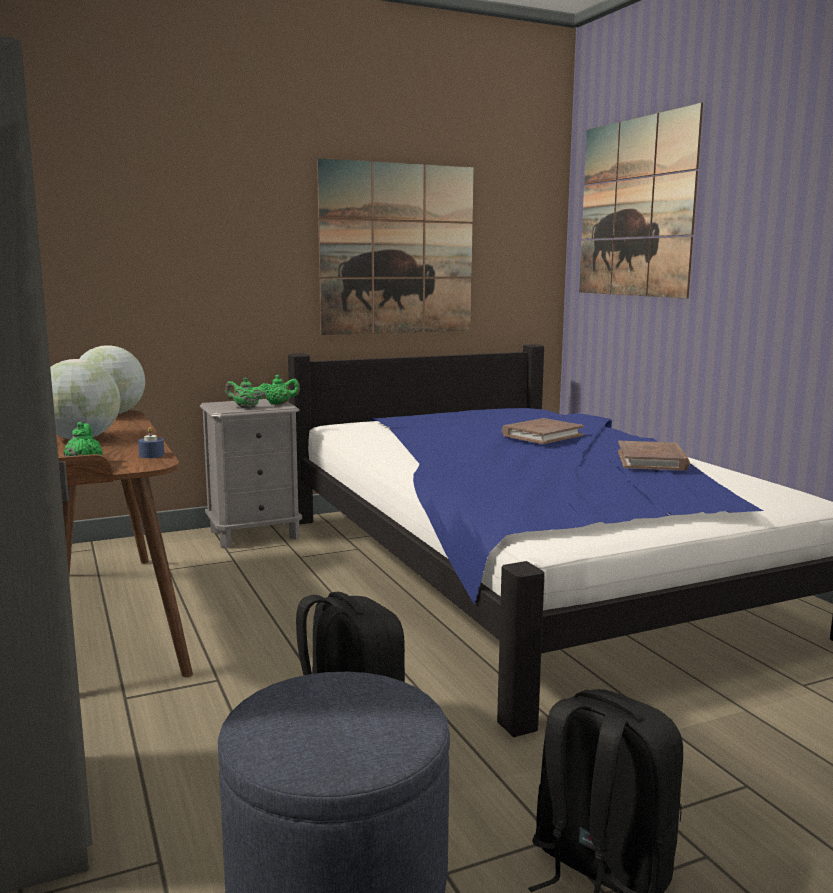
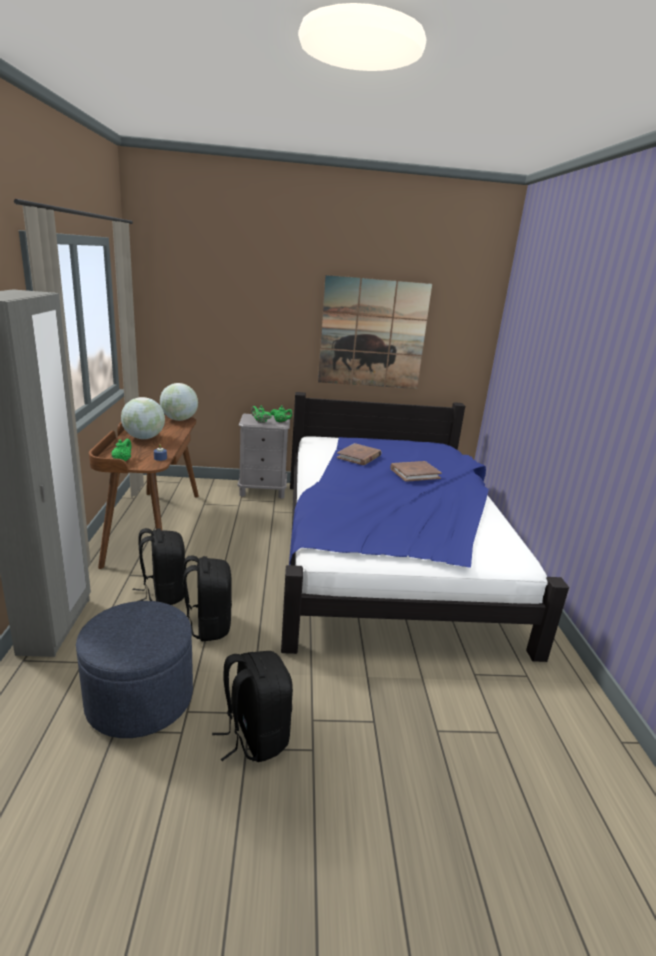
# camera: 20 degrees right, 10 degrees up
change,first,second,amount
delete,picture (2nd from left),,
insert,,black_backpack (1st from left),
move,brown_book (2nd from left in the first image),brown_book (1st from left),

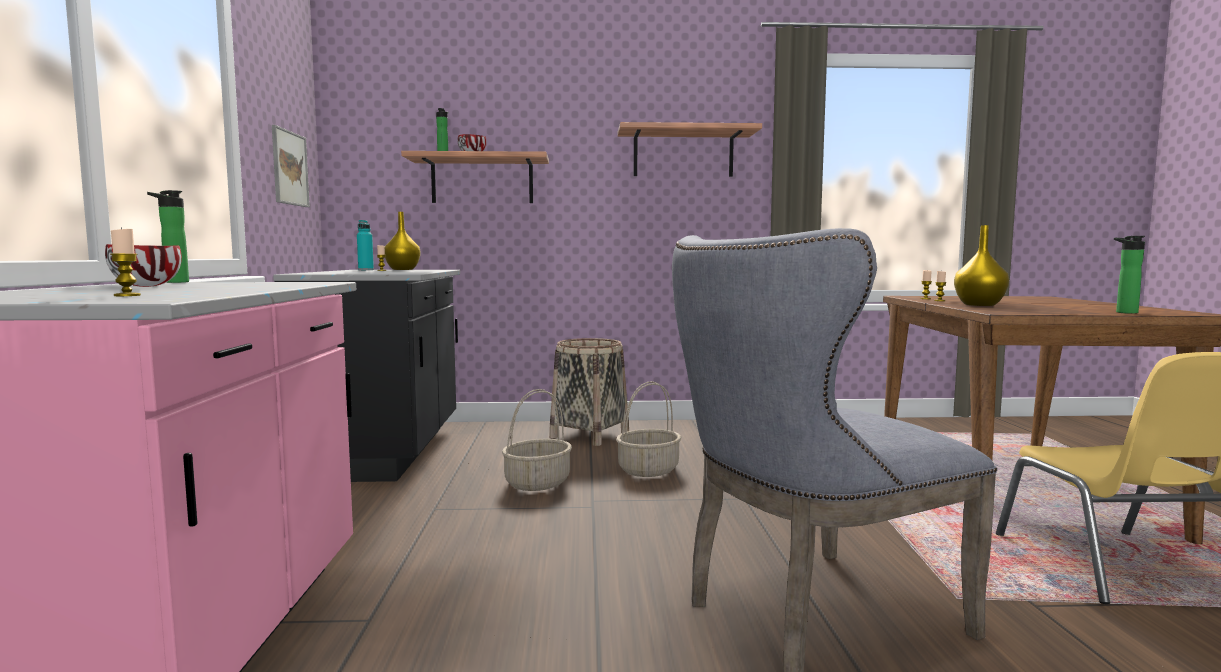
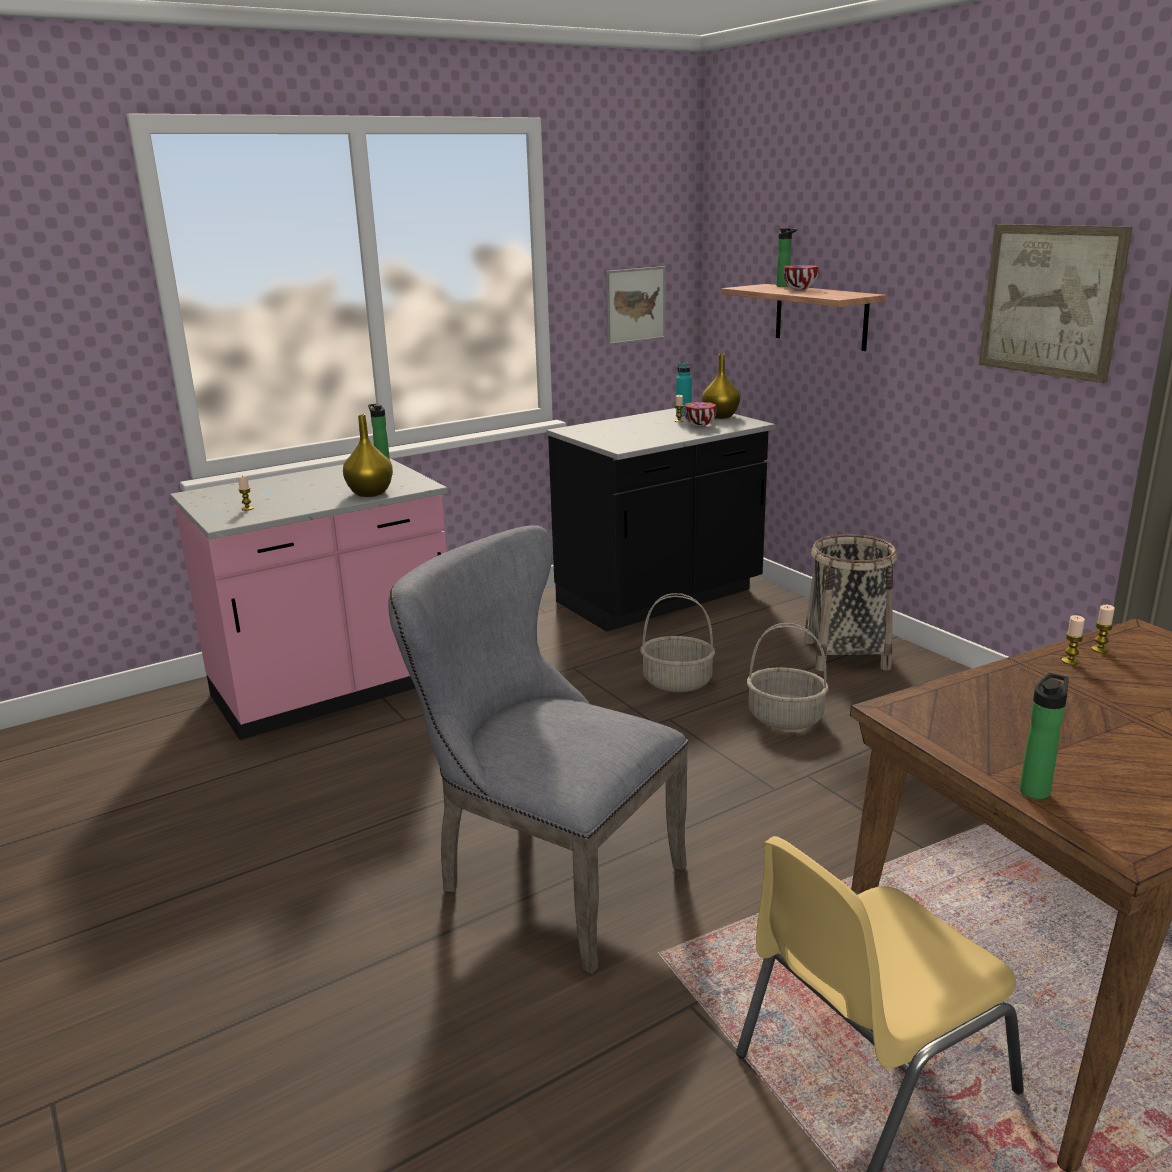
# camera: 60 degrees right, 15 degrees up
change,first,second,amount
move,bowl (1st from left),,
move,yellow_vase (2nd from left in the first image),yellow_vase (1st from left),
replace,shelf (2nd from left),picture (2nd from left),

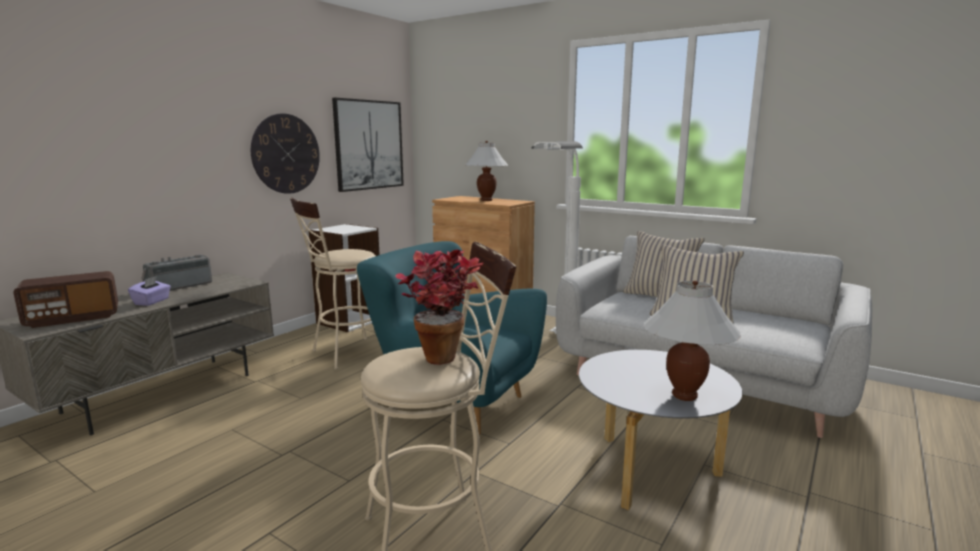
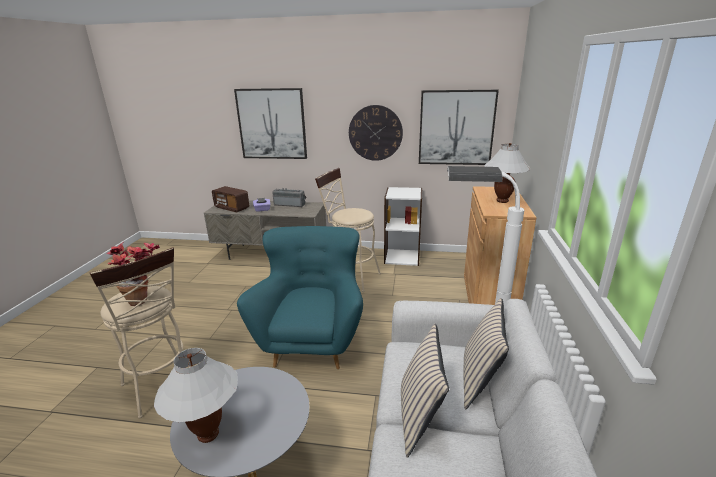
# camera: 65 degrees right, 10 degrees up
change,first,second,amount
insert,,picture (1st from left),

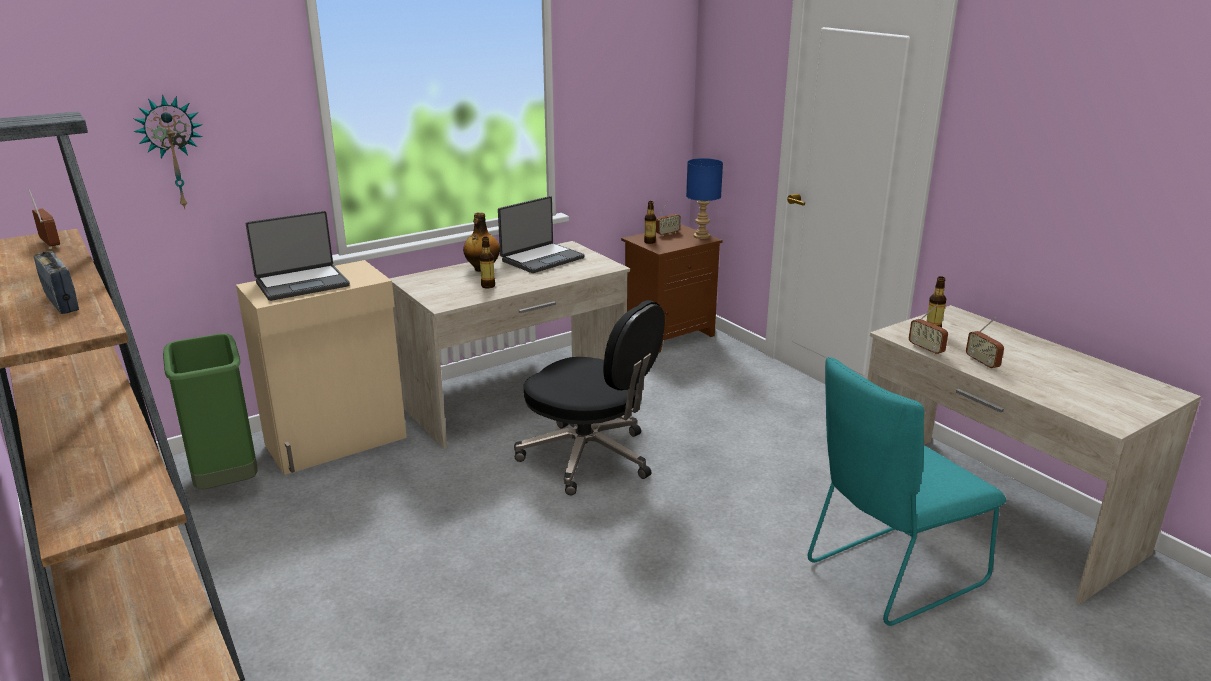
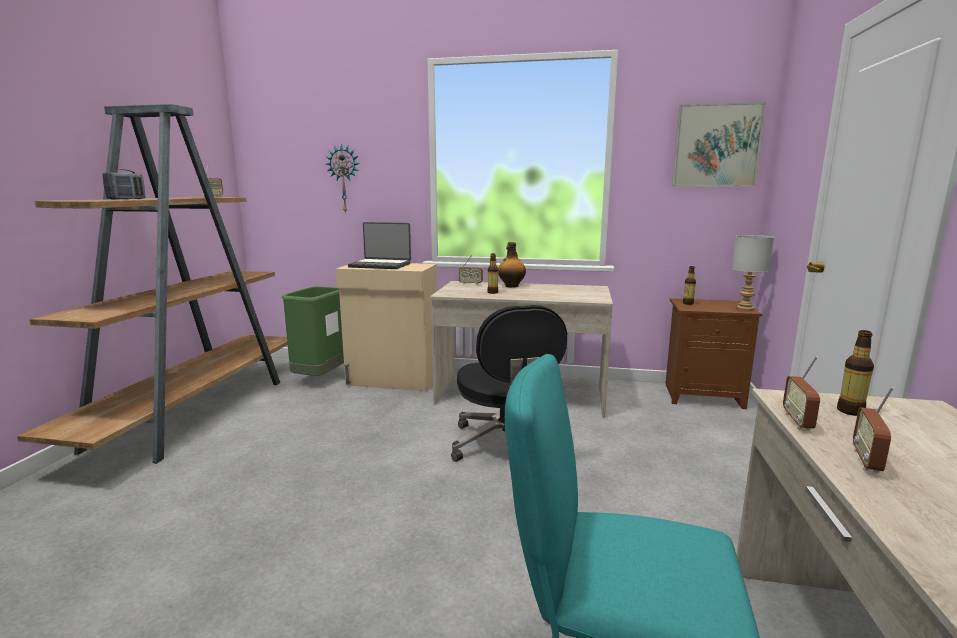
# camera: 45 degrees right, 10 degrees down
change,first,second,amount
delete,laptop (2nd from left),,
insert,,picture,
move,radio (3rd from left),,
recolor,blue_table_lamp,grey_table_lamp,

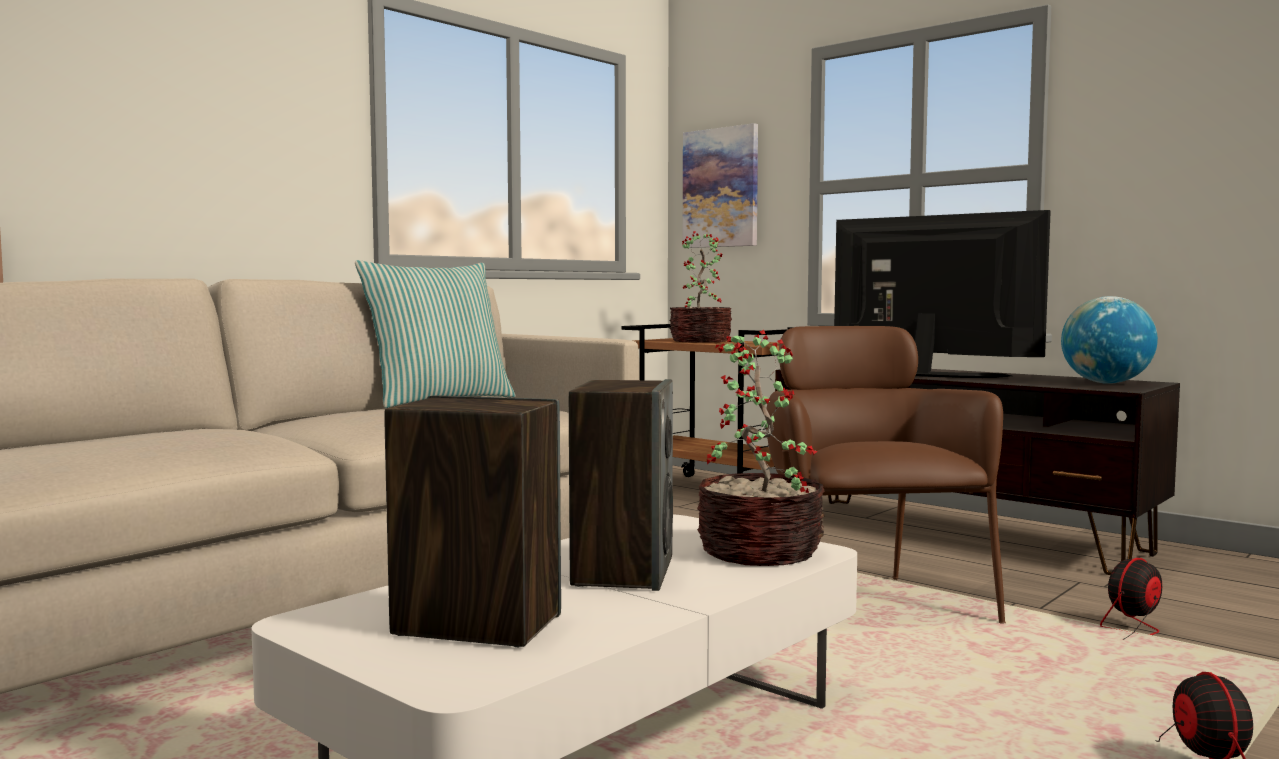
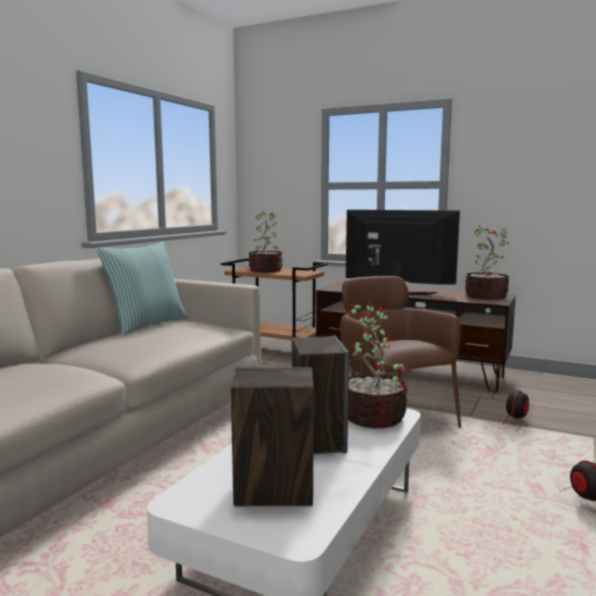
# camera: 15 degrees left, 5 degrees up
change,first,second,amount
delete,picture,,
replace,globe,potted_plant (3rd from left),

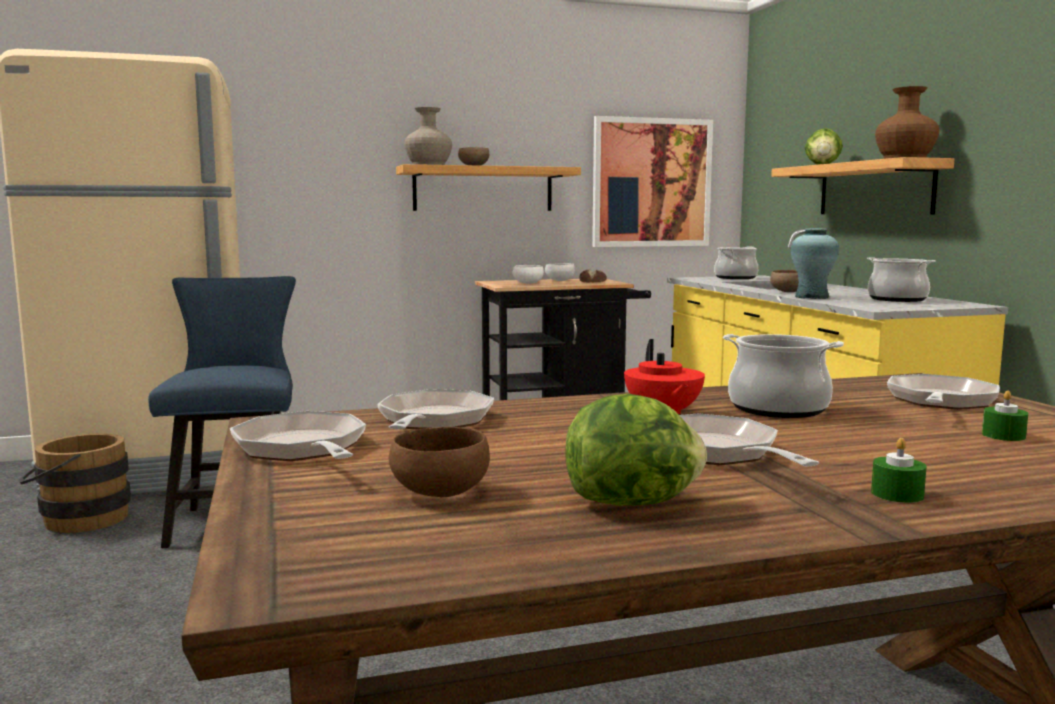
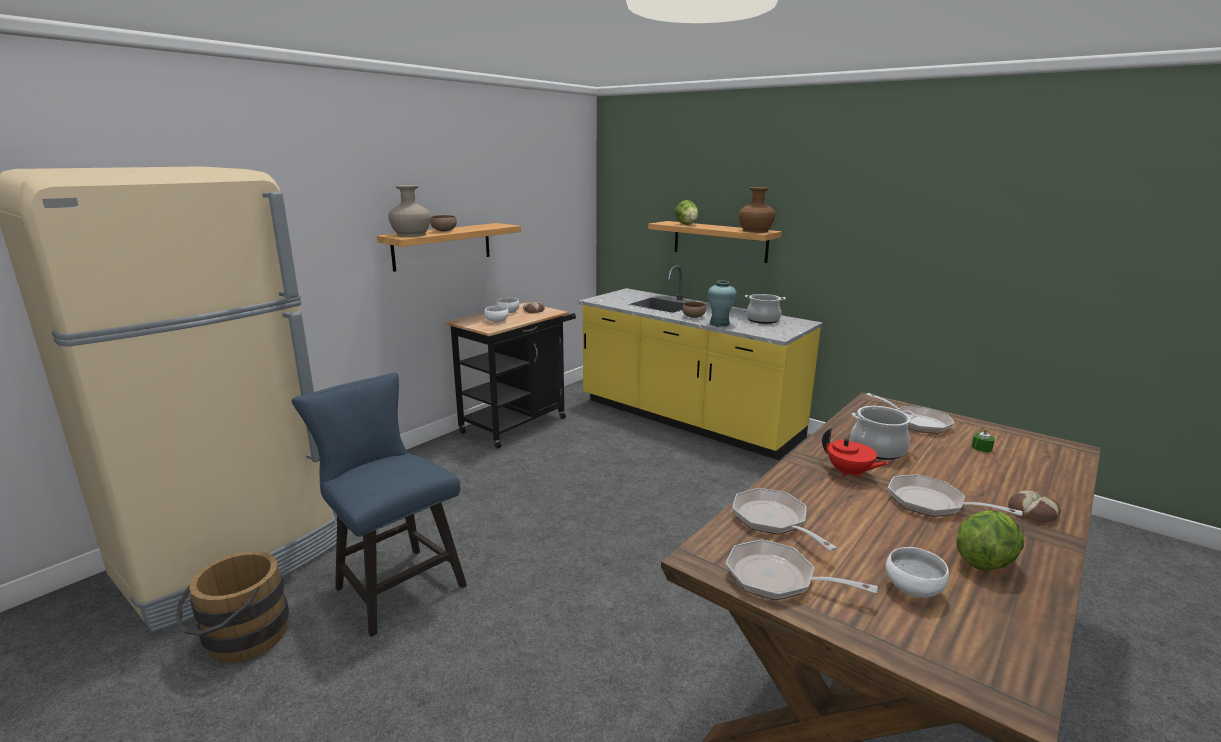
# camera: 35 degrees left, 10 degrees up
change,first,second,amount
delete,picture,,
delete,cooking_pot (1st from left),,
replace,green_candle (1st from left),bread (2nd from left),
recolor,brown_bowl (1st from left),white_bowl (3rd from left),
rotate,frying_pan (4th from left in the first image),frying_pan (3rd from left),150 degrees clockwise

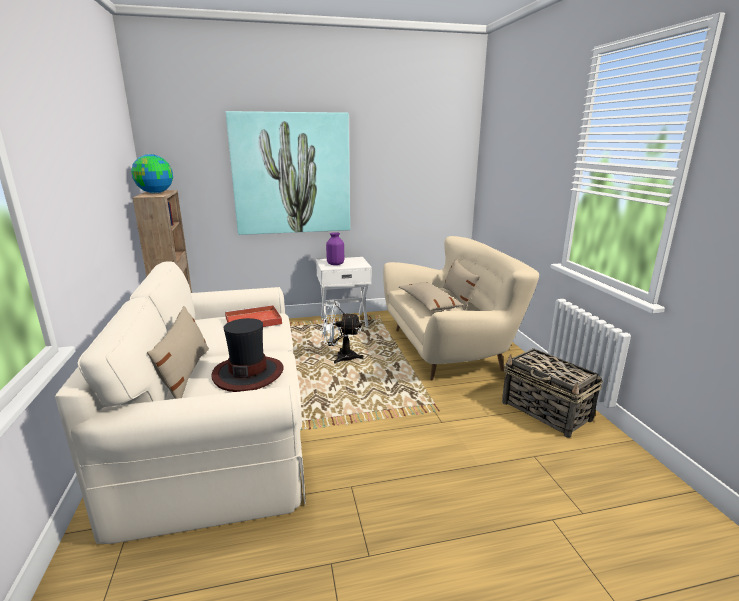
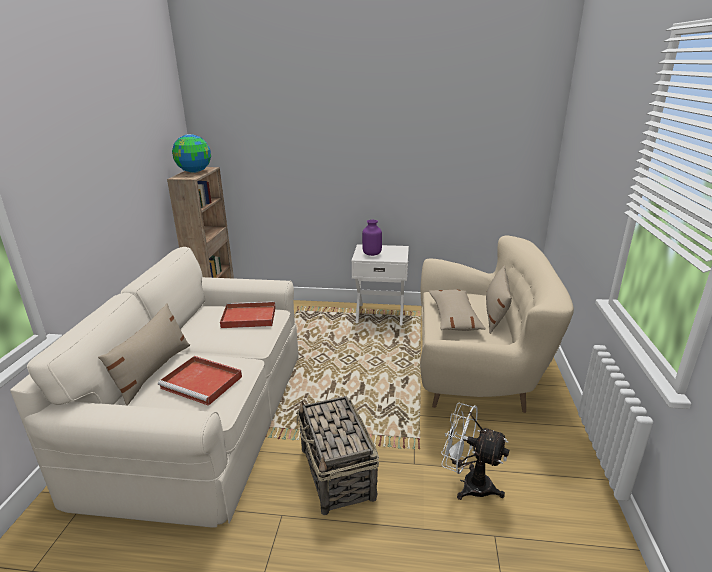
# camera: 20 degrees right, 5 degrees up
change,first,second,amount
delete,picture,,
move,white_fan,,
move,basket,,
replace,hat,red_tray (1st from left),

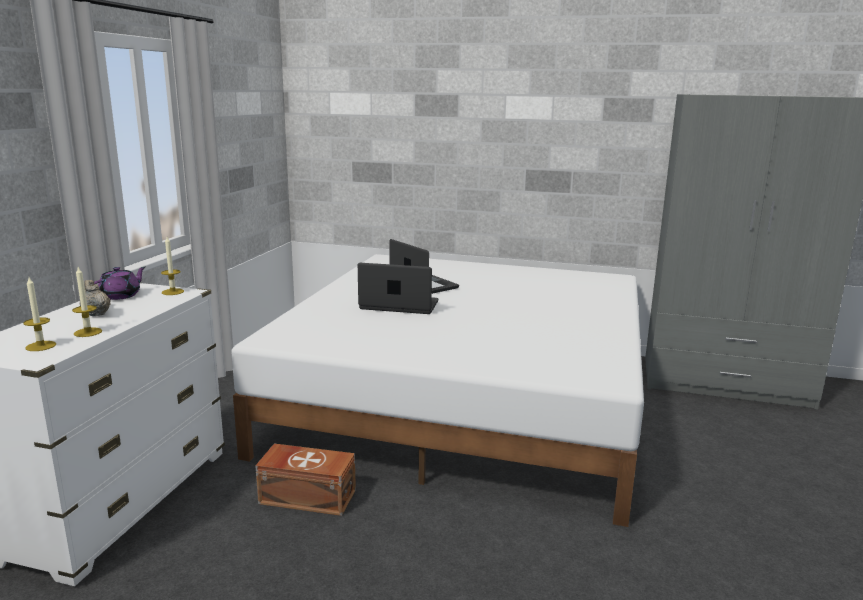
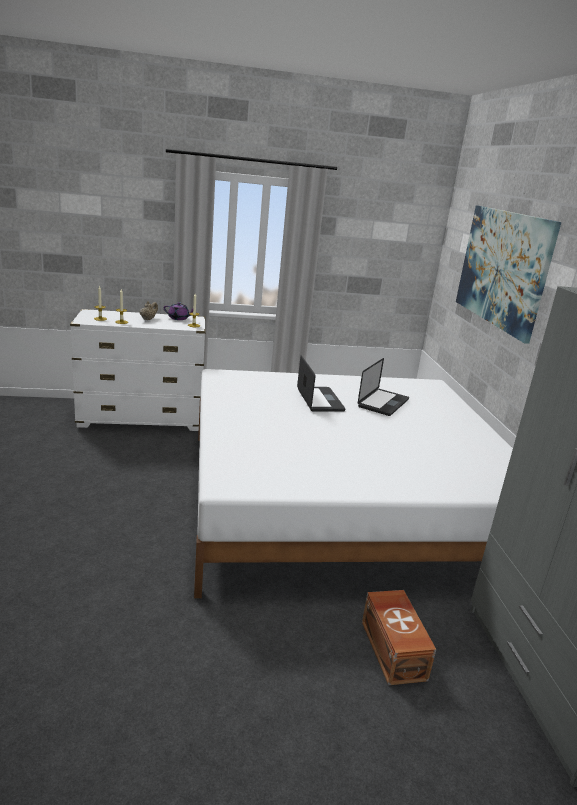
# camera: 65 degrees right, 5 degrees up
change,first,second,amount
insert,,picture,
move,brown_storage_box,,

